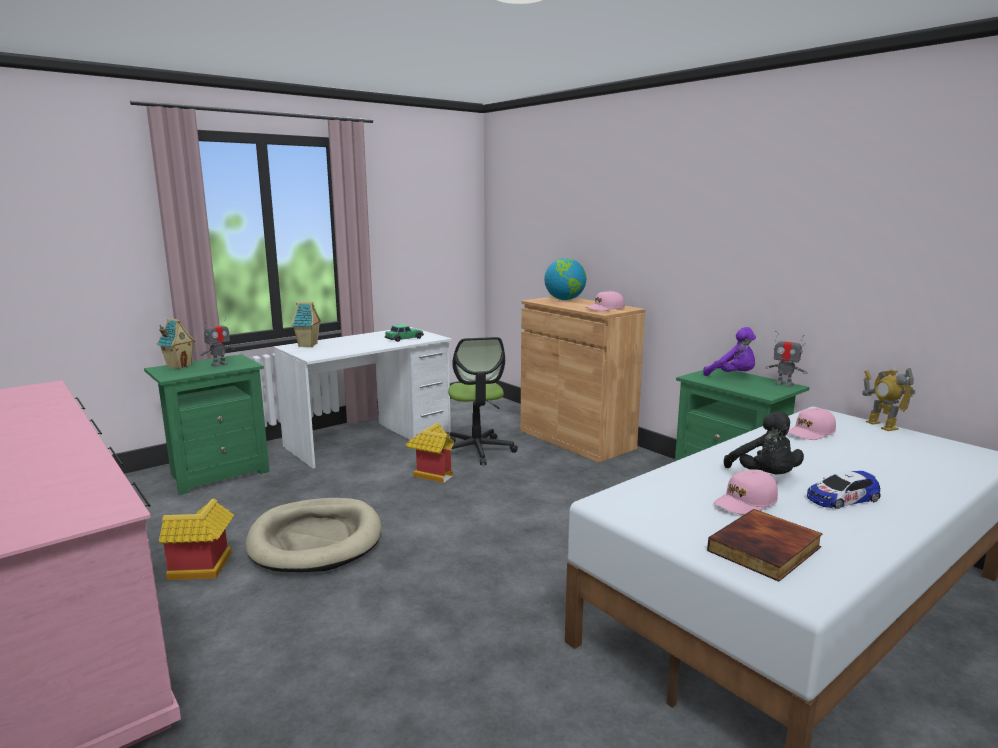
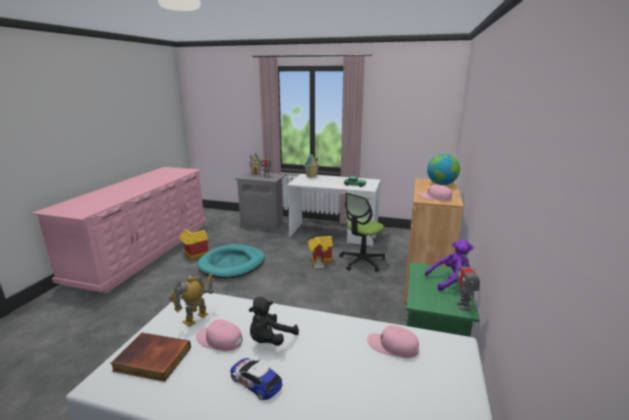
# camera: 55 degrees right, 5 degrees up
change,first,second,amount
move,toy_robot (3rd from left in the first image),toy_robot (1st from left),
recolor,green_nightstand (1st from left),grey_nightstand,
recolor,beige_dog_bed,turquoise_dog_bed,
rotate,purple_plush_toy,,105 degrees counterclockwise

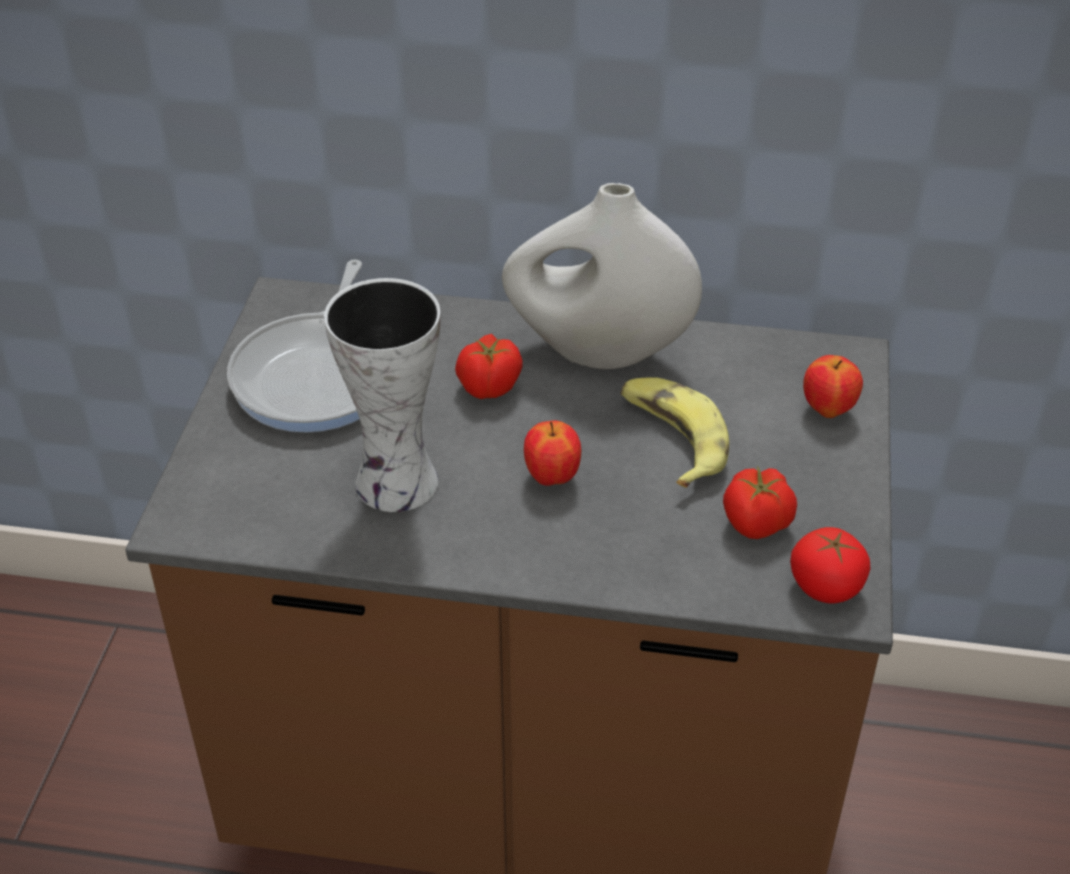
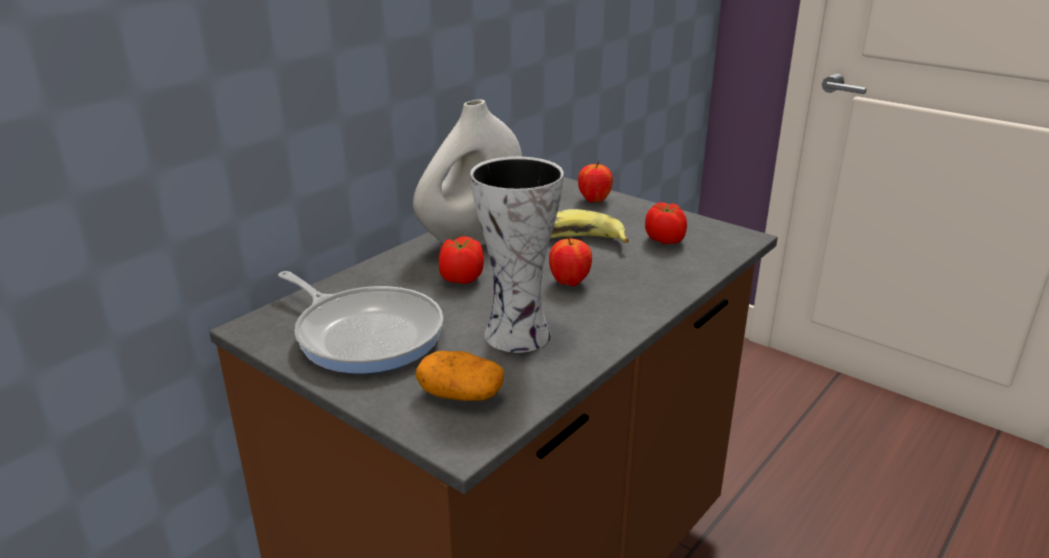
# camera: 60 degrees left, 15 degrees down
change,first,second,amount
delete,tomato (3rd from left),,
insert,,potato,

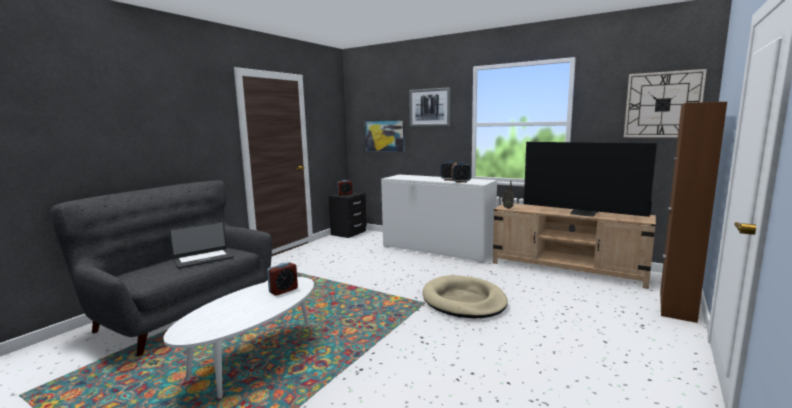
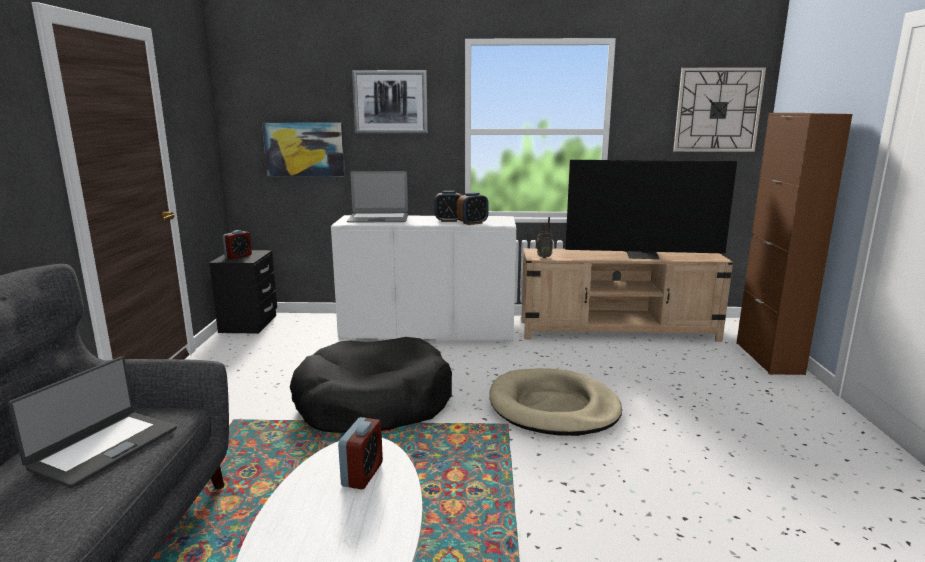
# camera: 30 degrees left, 5 degrees up
change,first,second,amount
insert,,black_dog_bed,
insert,,laptop (2nd from left),

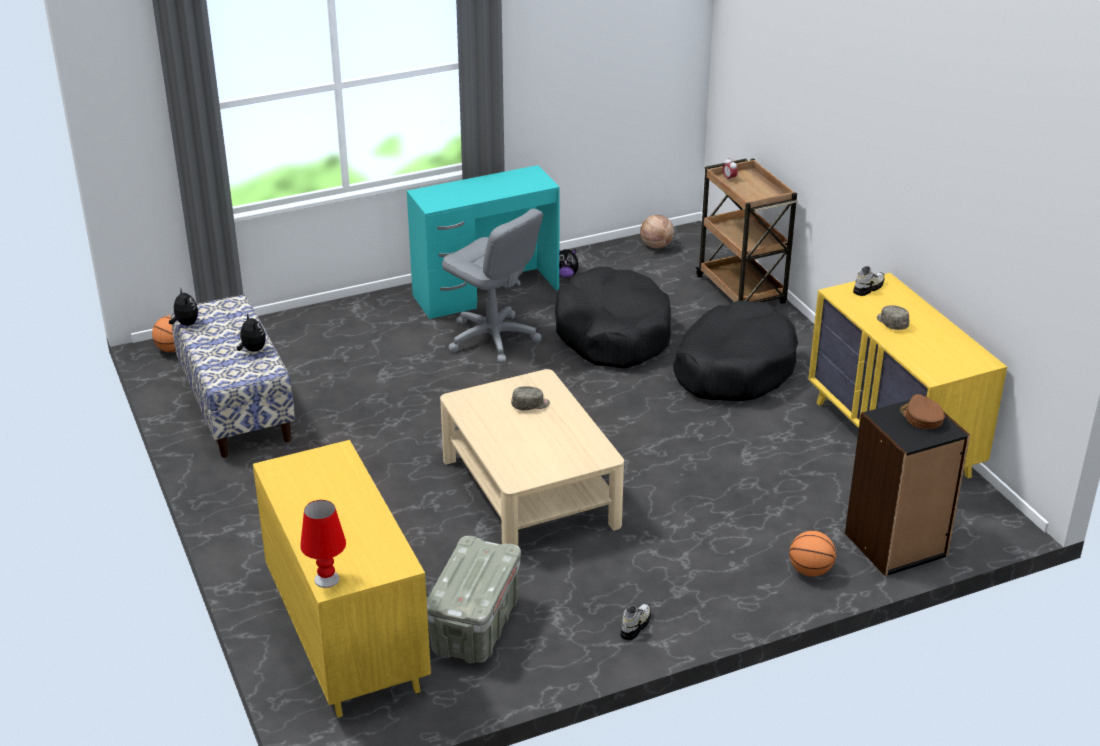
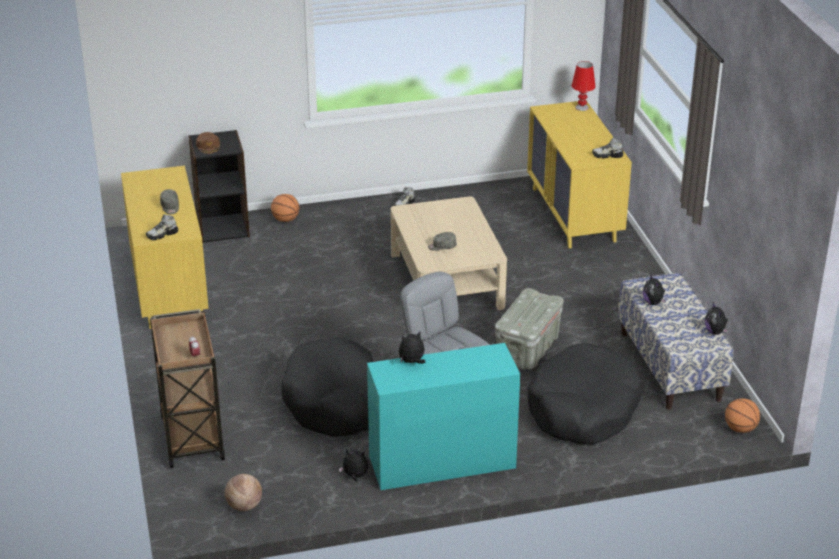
# camera: 170 degrees left, 0 degrees up
change,first,second,amount
insert,,plush_toy (2nd from left),
insert,,shoe (3rd from left),
move,grey_storage_box,,
move,black_dog_bed (2nd from left),,

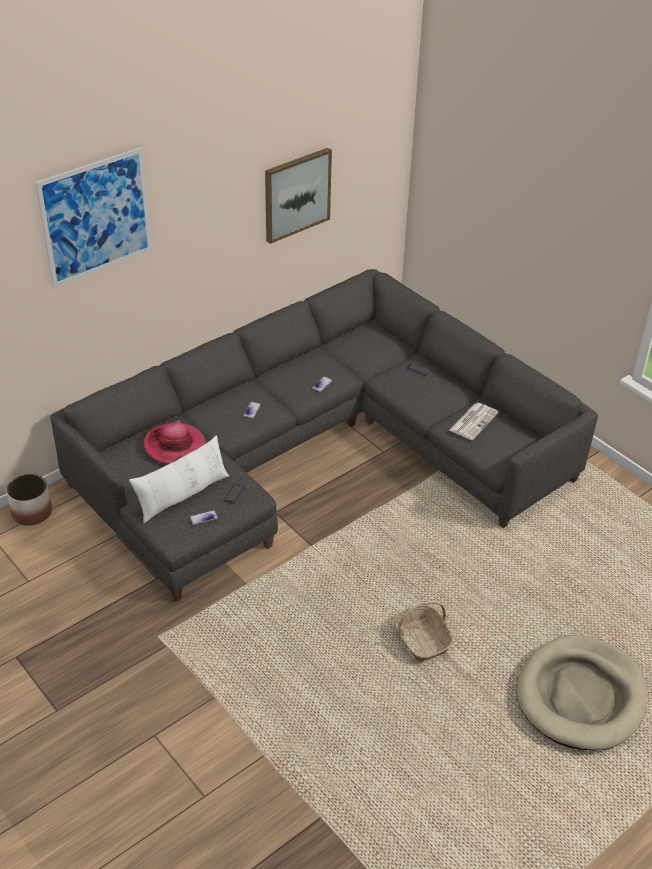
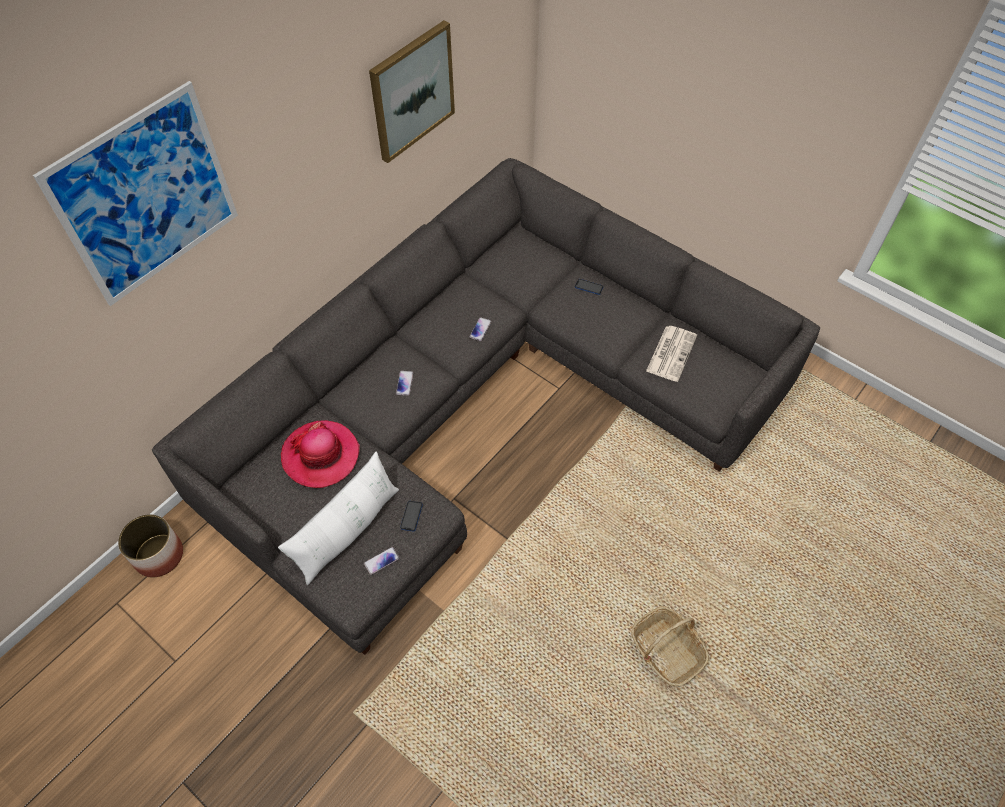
# camera: 10 degrees left, 15 degrees up
change,first,second,amount
delete,beige_dog_bed,,

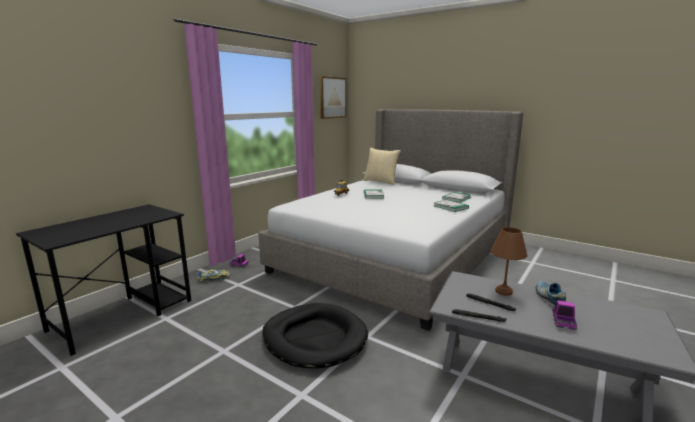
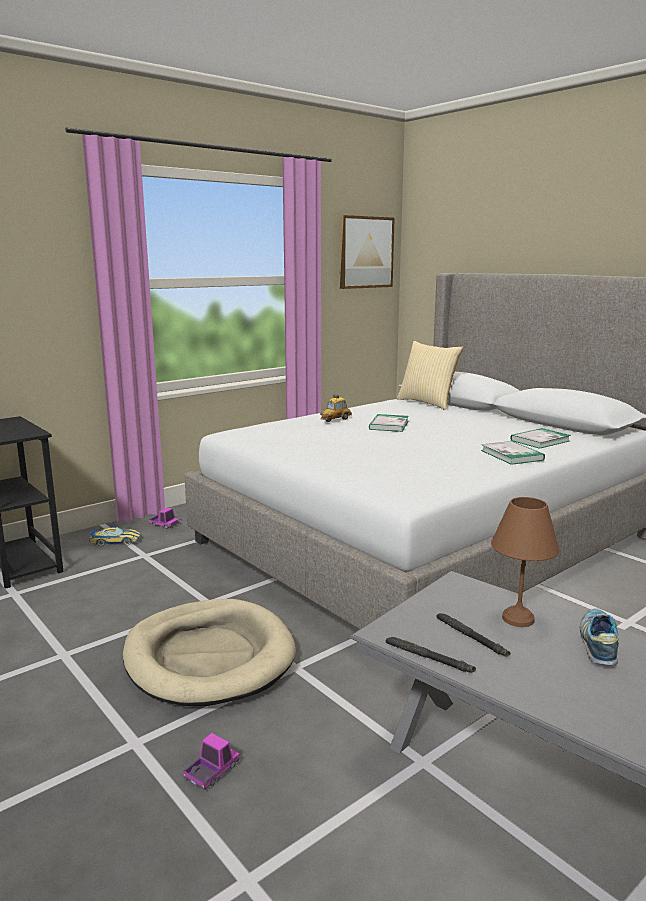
# camera: 15 degrees right, 0 degrees up
change,first,second,amount
move,toy_truck (2nd from left),,
recolor,black_dog_bed,beige_dog_bed,

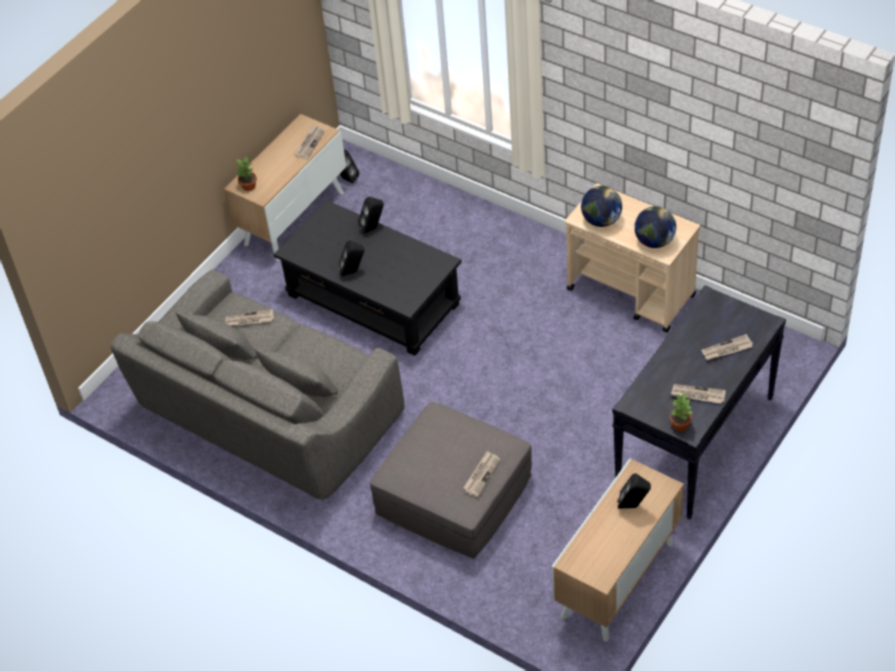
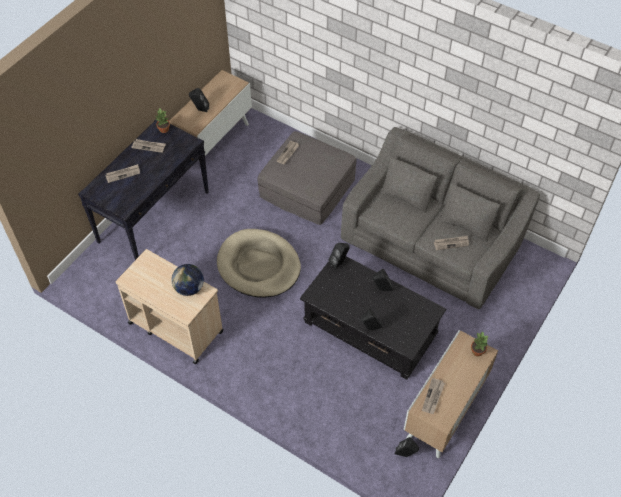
# camera: 175 degrees right, 5 degrees up
change,first,second,amount
delete,globe (2nd from left),,
insert,,beige_dog_bed,
insert,,black_speaker (2nd from left),

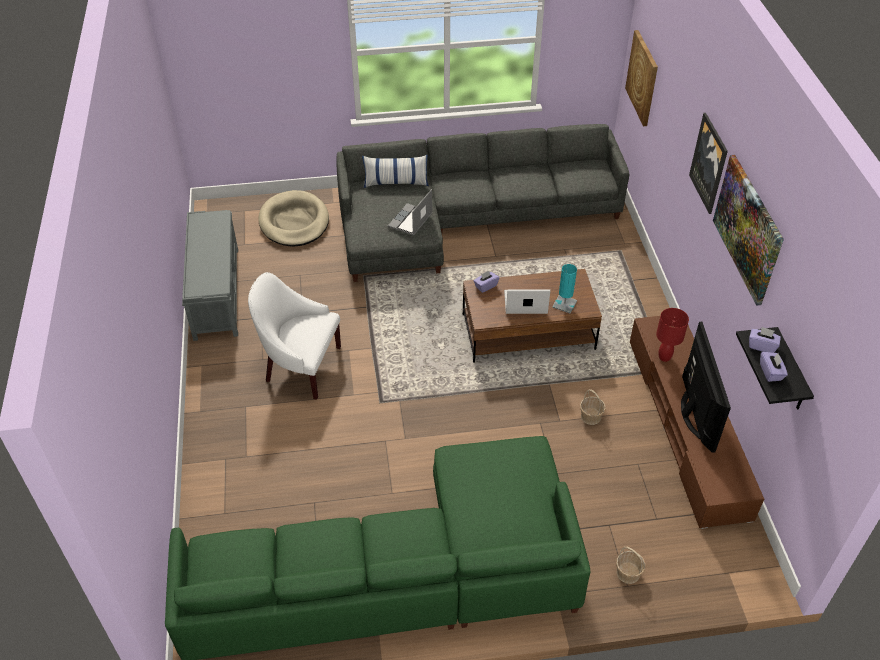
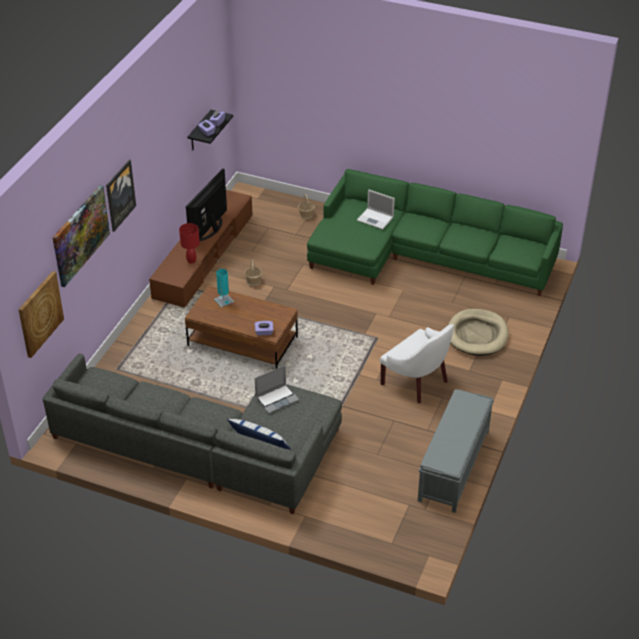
# camera: 150 degrees left, 5 degrees down
change,first,second,amount
move,beige_dog_bed,,
move,laptop (2nd from left),,
move,picture (3rd from left in the first image),picture (2nd from left),

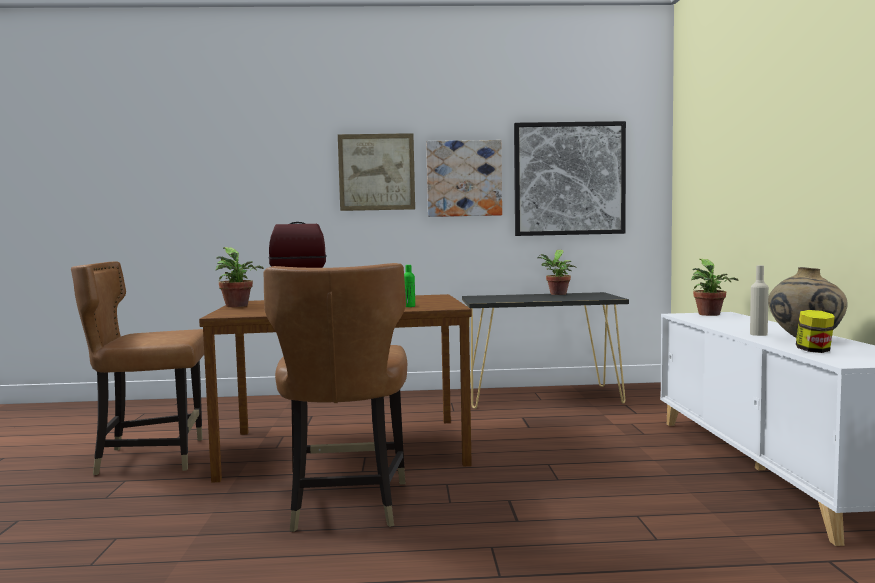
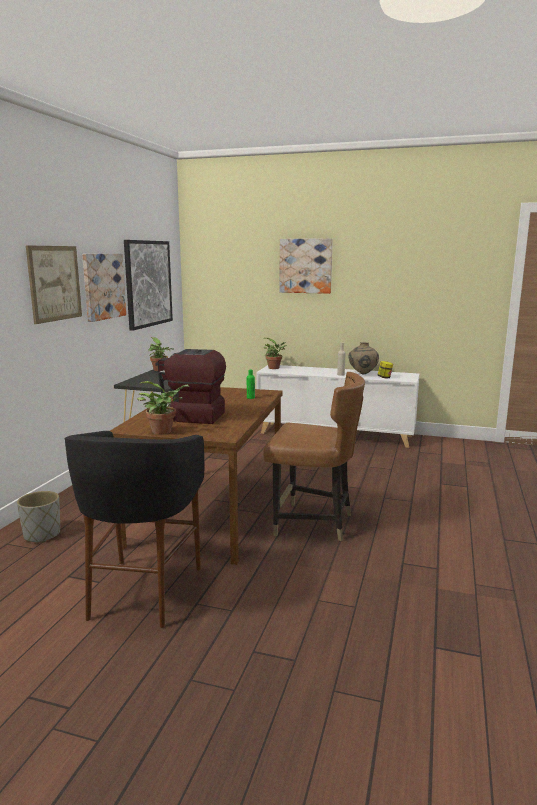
# camera: 70 degrees left, 10 degrees up
change,first,second,amount
insert,,grey_planter,
insert,,picture (4th from left),
replace,brown_chair (1st from left),black_stool,

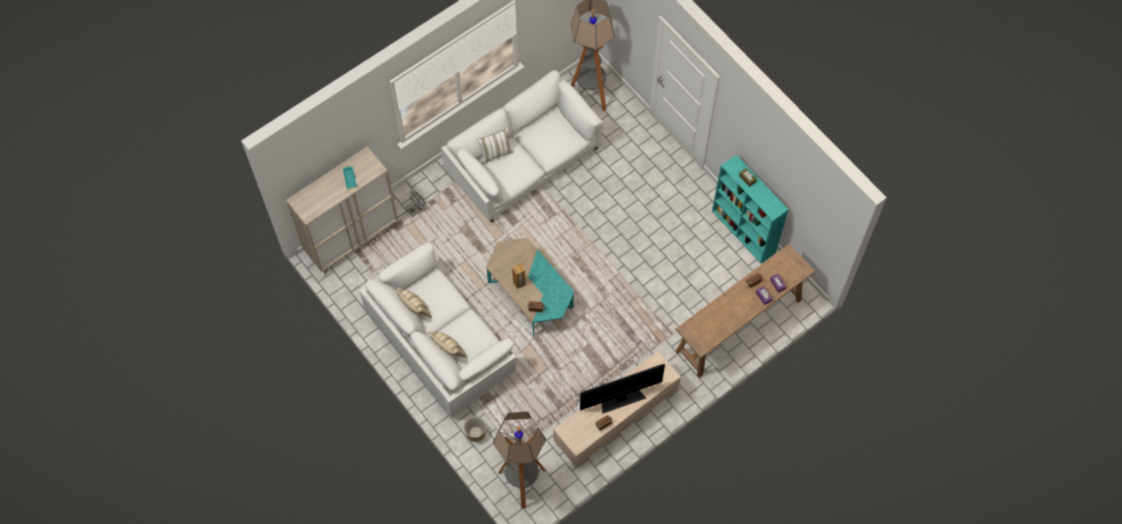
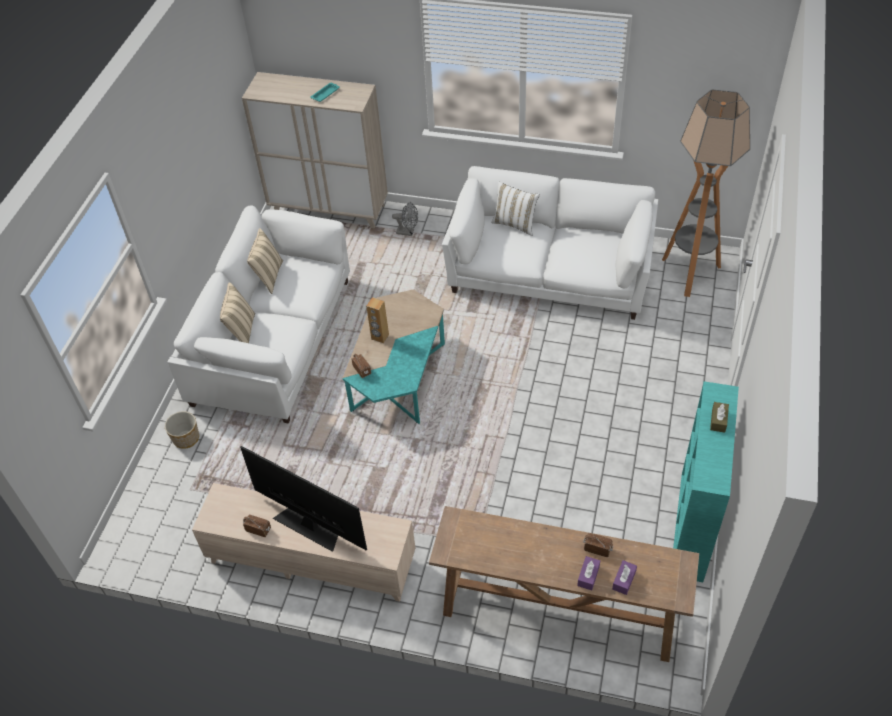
# camera: 55 degrees right, 15 degrees down
change,first,second,amount
delete,floor_lamp (1st from left),,

